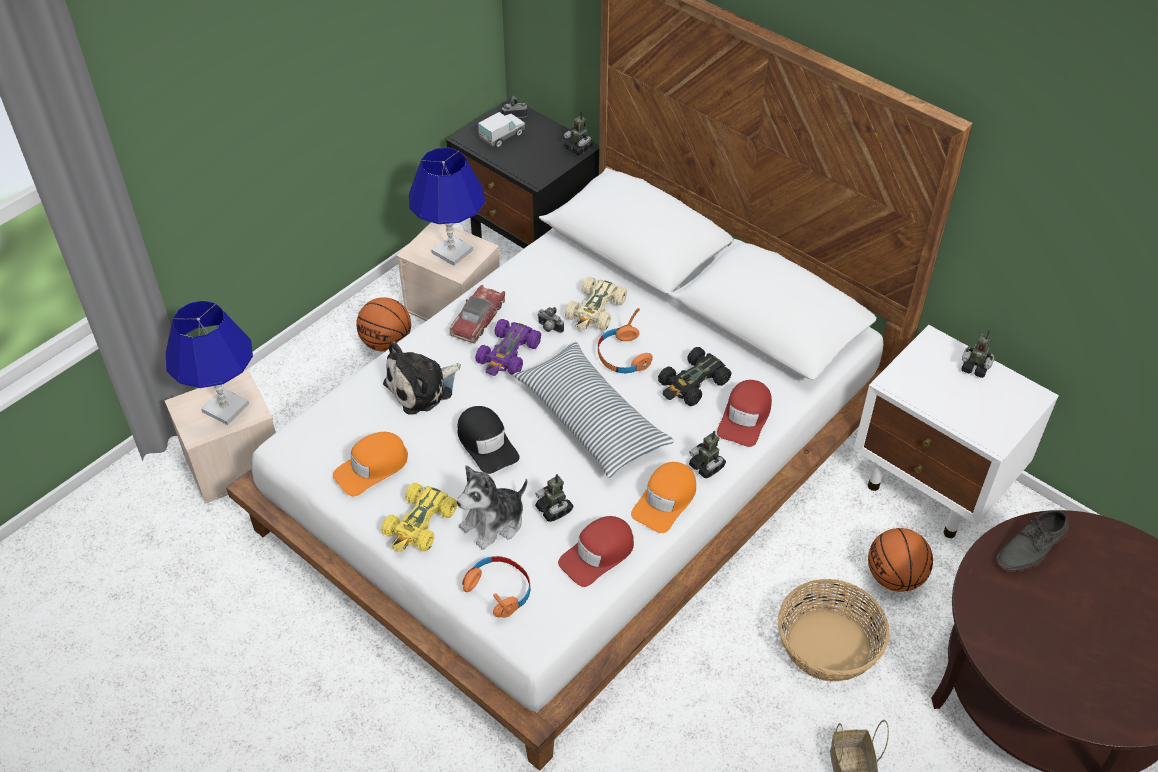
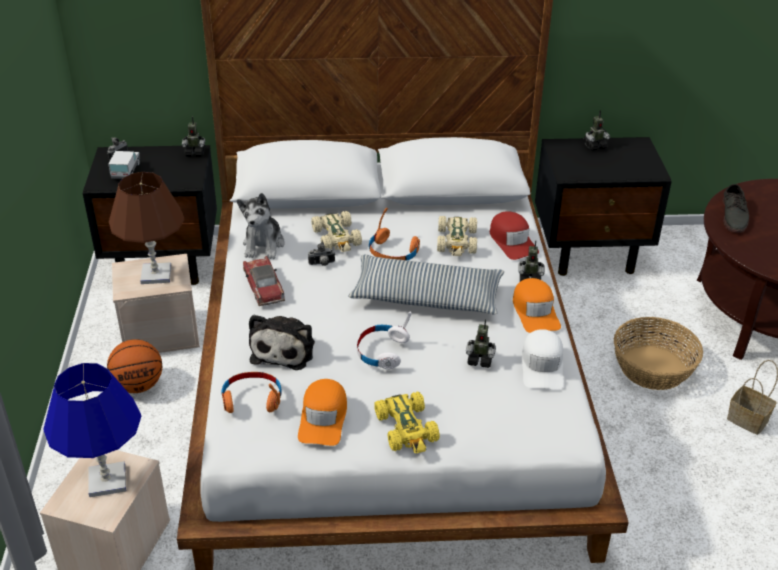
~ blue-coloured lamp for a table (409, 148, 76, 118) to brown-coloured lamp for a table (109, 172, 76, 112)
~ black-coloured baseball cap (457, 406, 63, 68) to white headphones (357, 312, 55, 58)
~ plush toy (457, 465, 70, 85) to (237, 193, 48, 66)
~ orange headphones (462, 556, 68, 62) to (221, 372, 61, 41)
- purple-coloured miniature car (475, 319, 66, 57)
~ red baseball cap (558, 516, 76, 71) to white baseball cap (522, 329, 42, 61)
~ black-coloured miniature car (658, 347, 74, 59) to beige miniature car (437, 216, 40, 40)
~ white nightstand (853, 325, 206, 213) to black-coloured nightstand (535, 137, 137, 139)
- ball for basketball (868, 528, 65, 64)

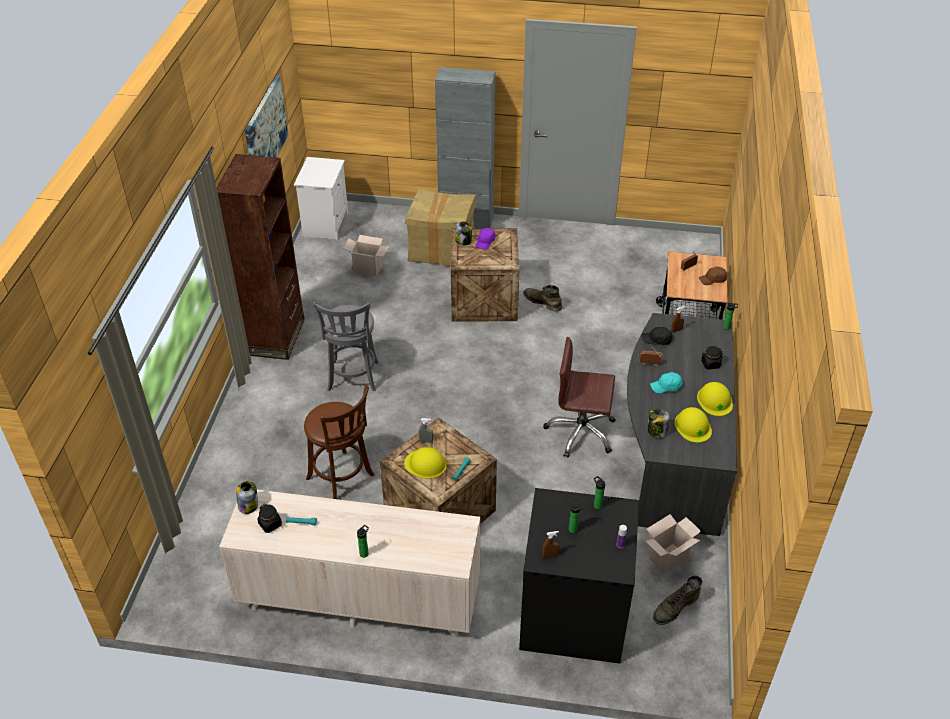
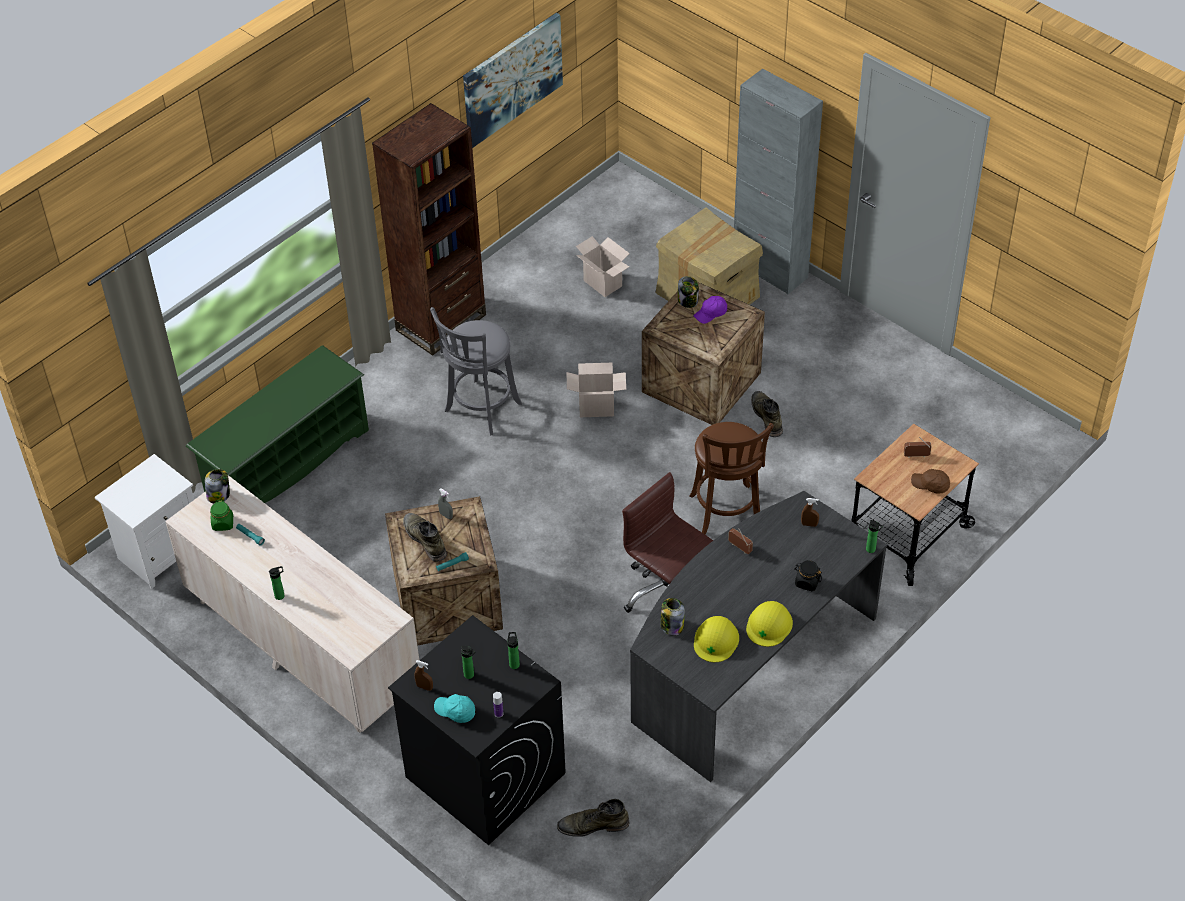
~ black-coloured storage jar (258, 504, 24, 29) to greenish storage jar (210, 500, 23, 31)
~ white nightstand (294, 157, 54, 83) to (95, 454, 99, 135)
~ brown-coloured sitting stool (304, 385, 70, 114) to (690, 422, 84, 112)
~ yellow work helmet (404, 447, 43, 32) to greenish boot (403, 513, 44, 49)
- black-coloured baseball cap (642, 327, 31, 18)
~ carton (646, 514, 55, 60) to (566, 363, 60, 54)
~ turquoise-coloured baseball cap (650, 372, 33, 21) to (434, 694, 41, 29)
+ greenish shoe stand (186, 345, 183, 158)

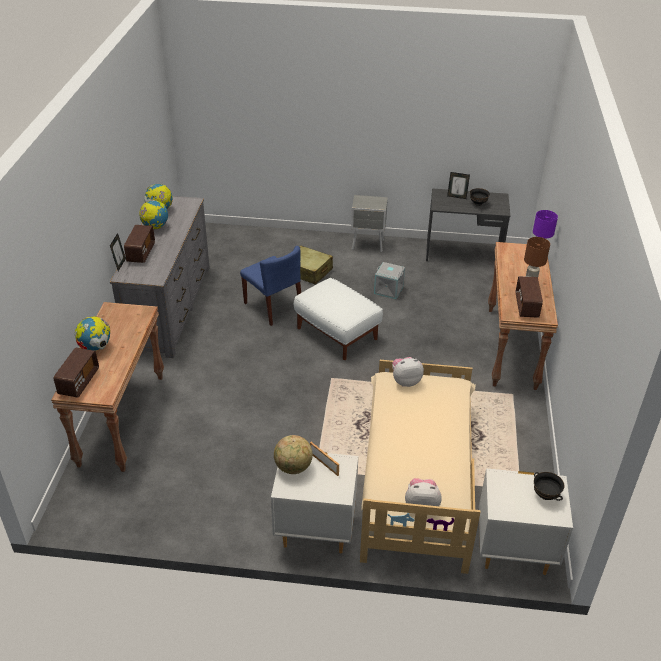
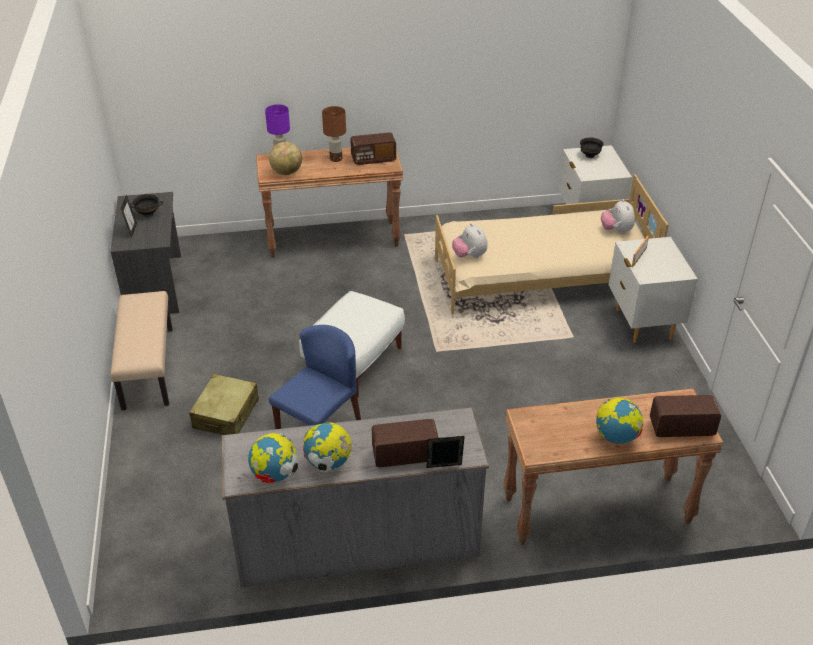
~ globe (274, 435, 39, 39) to (269, 142, 33, 33)
~ greyish nightstand (351, 195, 37, 57) to beige bench (110, 291, 62, 119)
- greyish storage bin (374, 262, 31, 37)

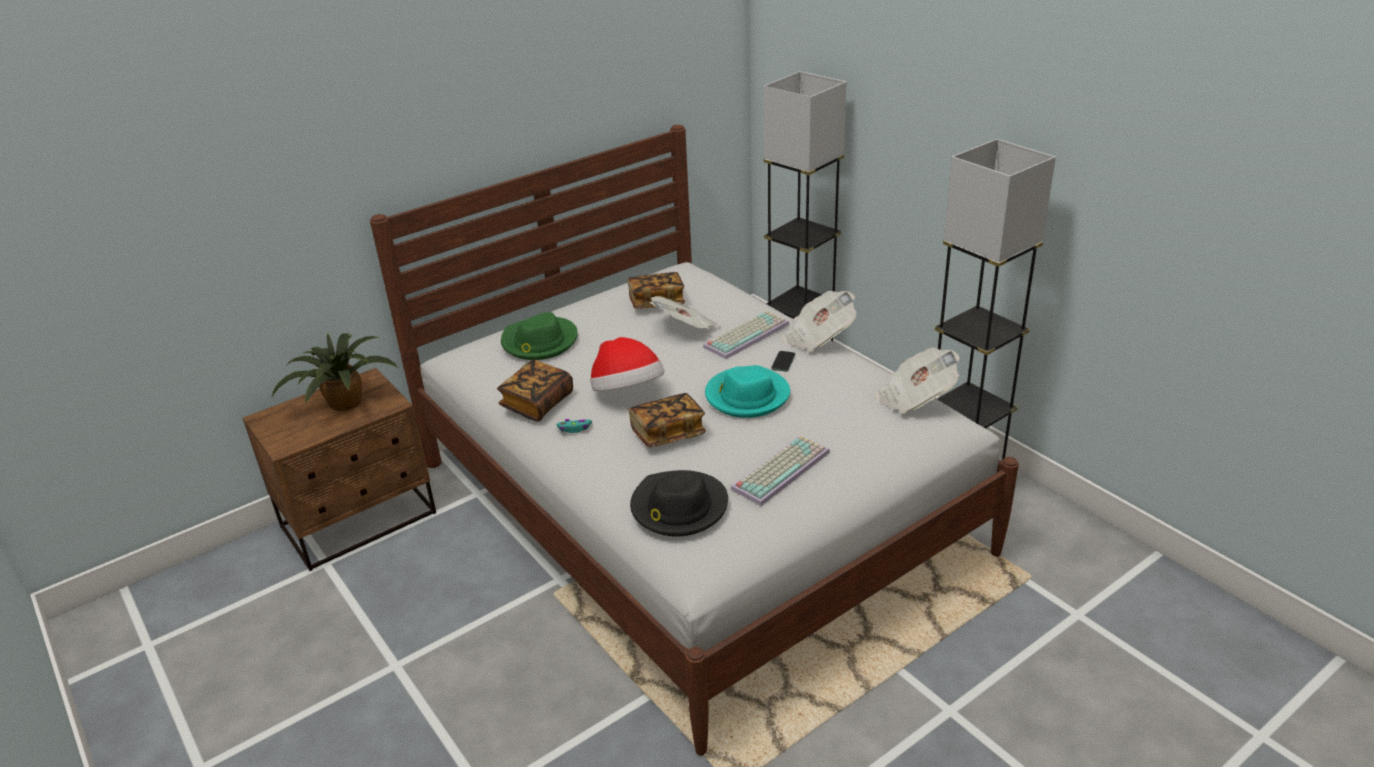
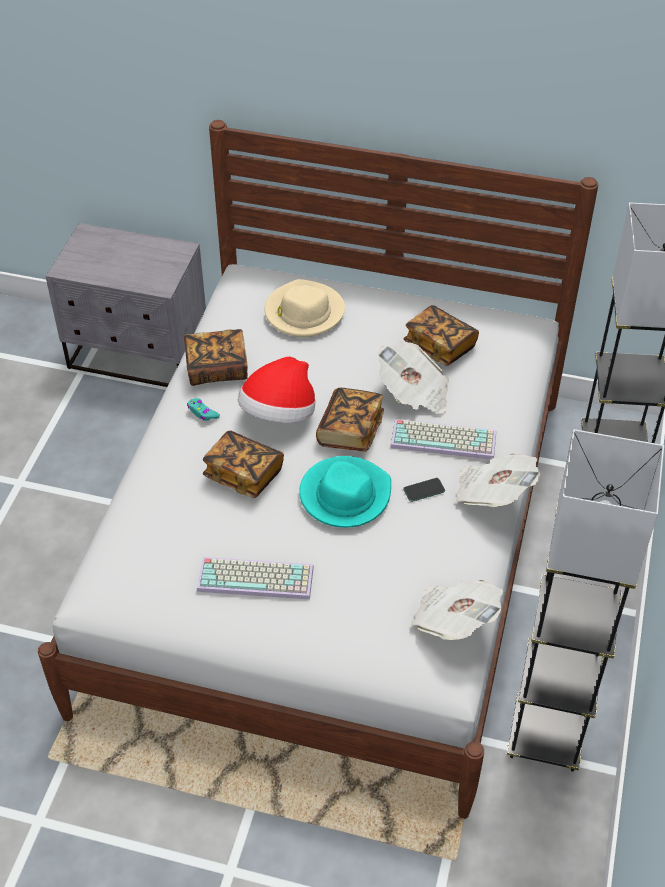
~ brown-coloured nightstand (243, 368, 193, 203) to greyish nightstand (45, 223, 161, 164)
- plant in a pot (271, 333, 127, 78)
~ greenish clothing hat (501, 312, 77, 48) to beige clothing hat (264, 279, 81, 58)
- black-coloured clothing hat (630, 470, 98, 66)
+ book (316, 388, 68, 64)

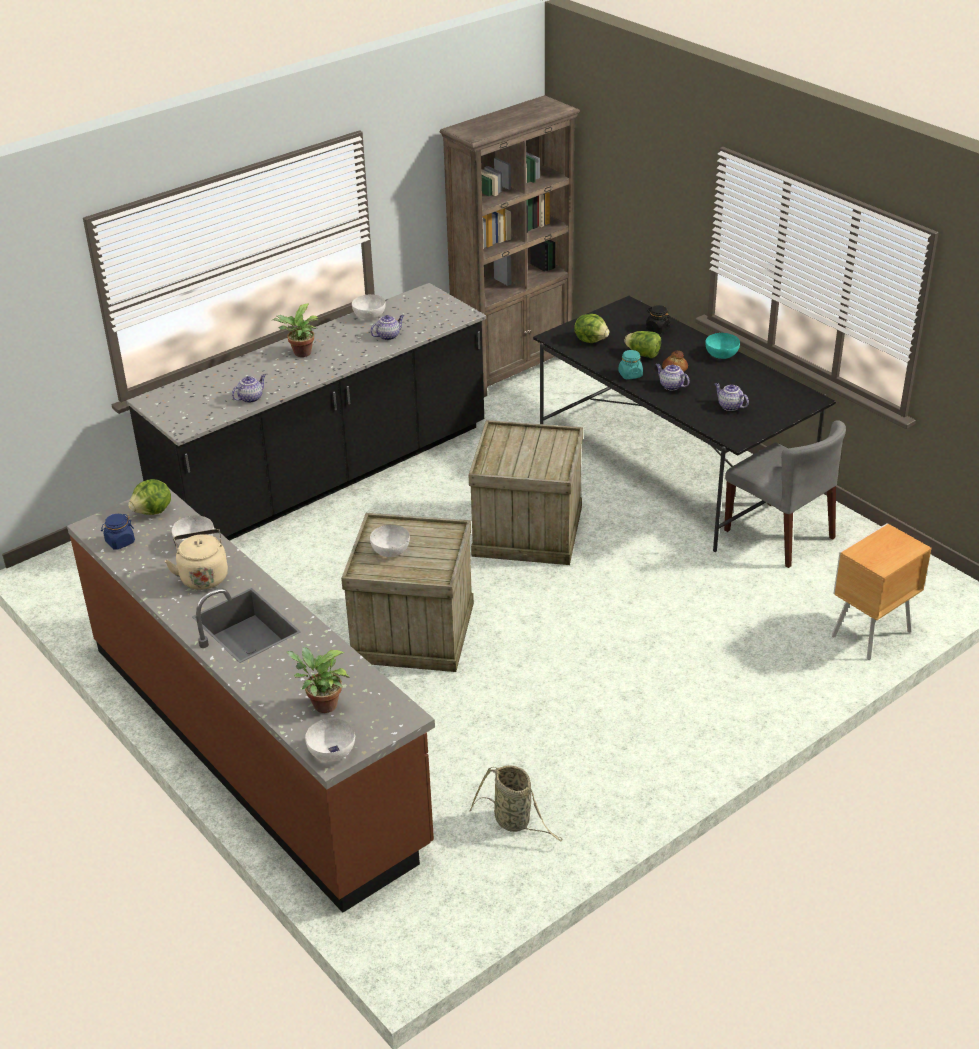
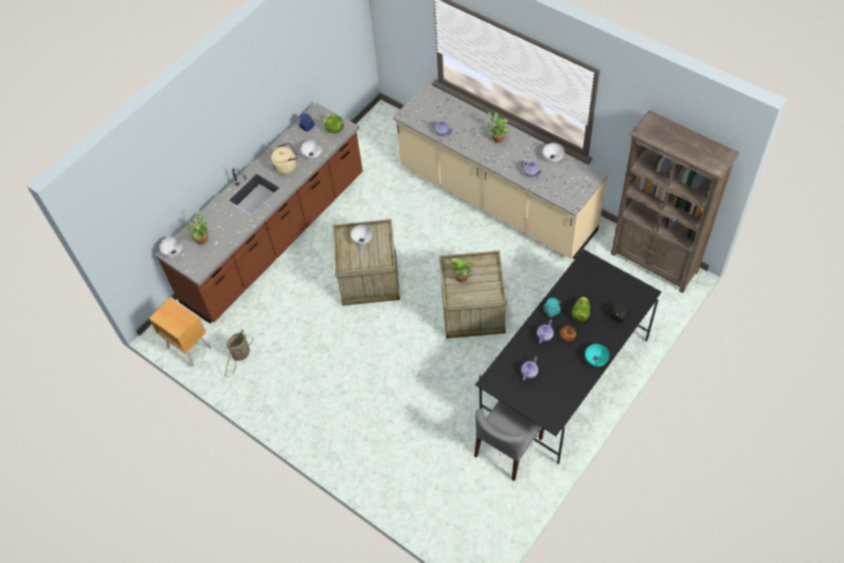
~ black-coloured kitchen counter (127, 283, 359, 258) to beige kitchen counter (393, 83, 215, 176)
- head of lettuce (574, 314, 35, 29)
~ brown-coloured nightstand (832, 523, 100, 137) to (149, 297, 62, 69)
+ plant in a pot (450, 257, 25, 26)

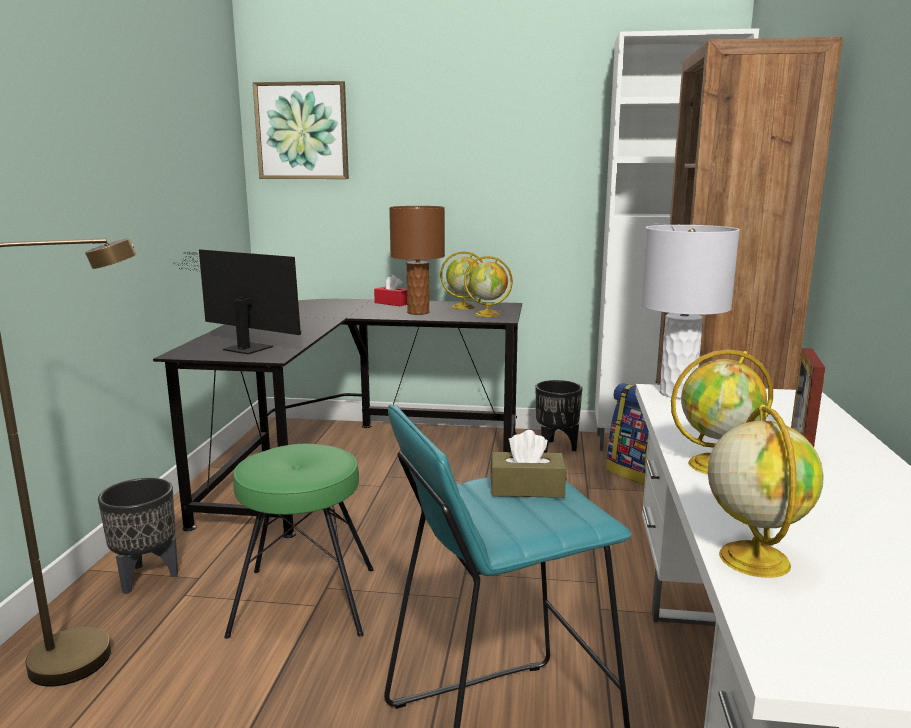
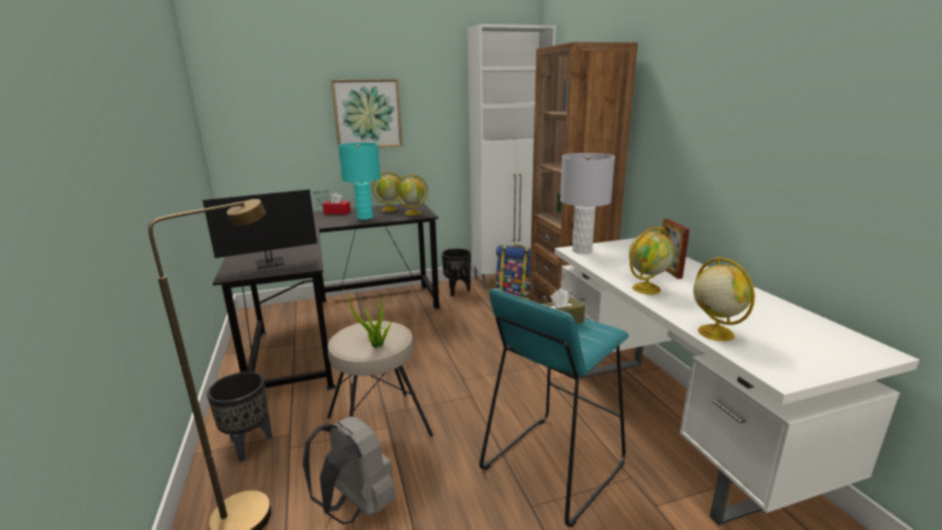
~ computer screen (173, 249, 128, 105) = (203, 189, 139, 80) 150 degrees clockwise
~ greenish sitting stool (224, 444, 150, 195) to beige sitting stool (327, 321, 106, 116)
~ wall art (253, 81, 96, 98) to (331, 79, 72, 71)
~ brown-coloured lamp for a table (389, 206, 56, 109) to turquoise-coloured lamp for a table (338, 142, 43, 78)
+ greyish backpack (303, 417, 93, 107)
+ plant in a pot (348, 294, 43, 54)

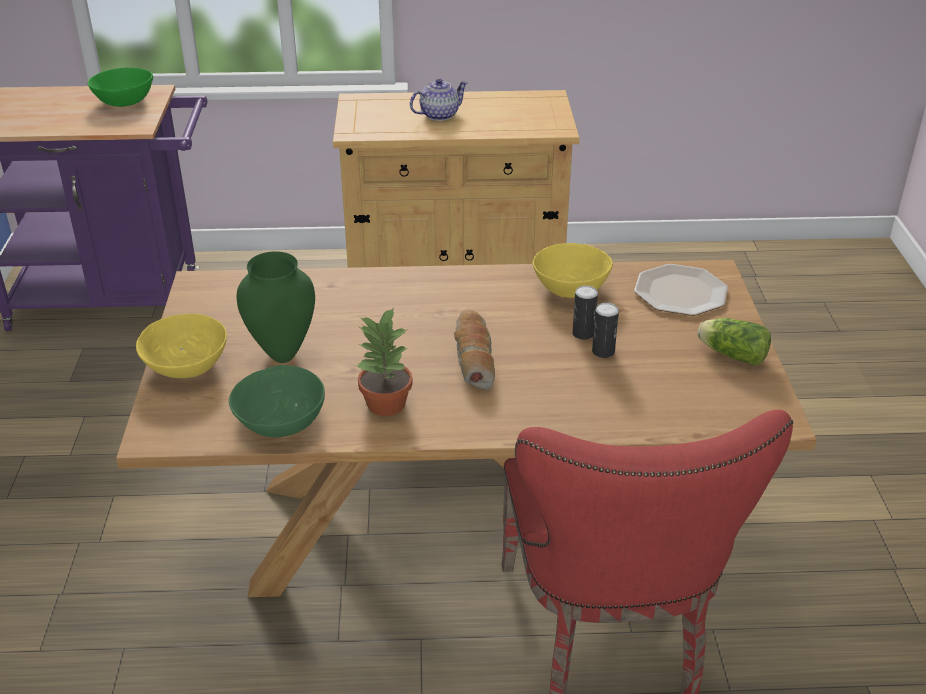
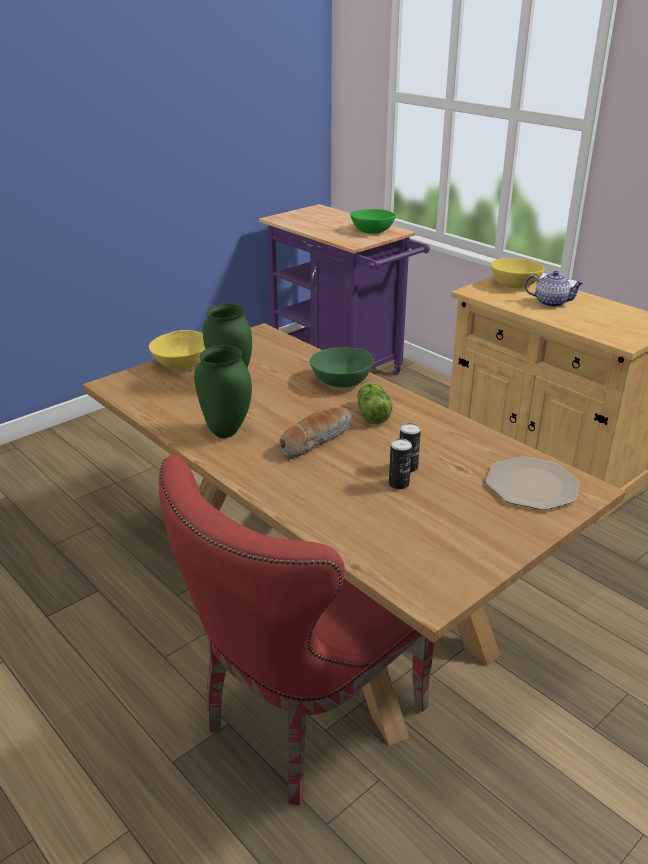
~ greenish bowl (229, 365, 96, 73) to (310, 347, 63, 40)
~ plant in a pot (355, 307, 58, 109) to greenish decorative vase (194, 345, 58, 93)
~ yellow bowl (533, 243, 80, 55) to (491, 258, 53, 30)
~ head of lettuce (697, 318, 74, 47) to (357, 383, 35, 41)

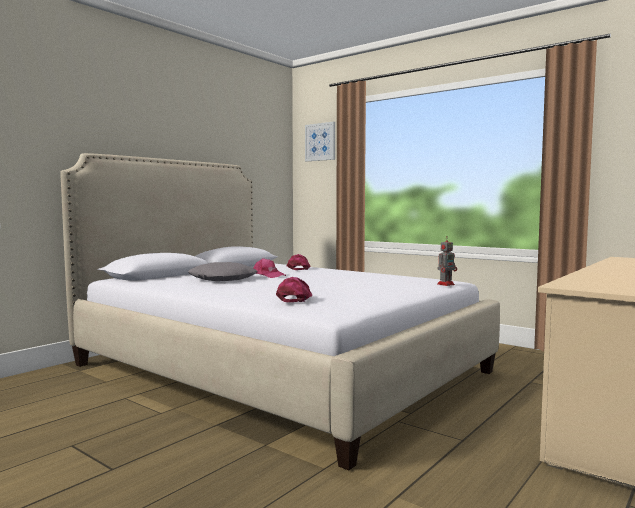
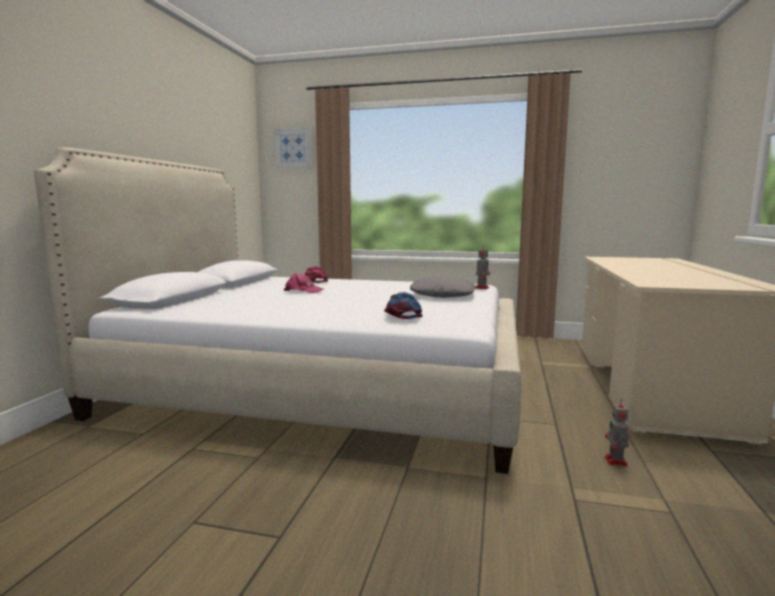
~ greyish throw pillow (188, 262, 70, 19) to (410, 276, 66, 22)
~ pinkish baseball cap (276, 277, 37, 25) to blue-coloured baseball cap (384, 292, 39, 27)
+ model robot (604, 399, 25, 67)

